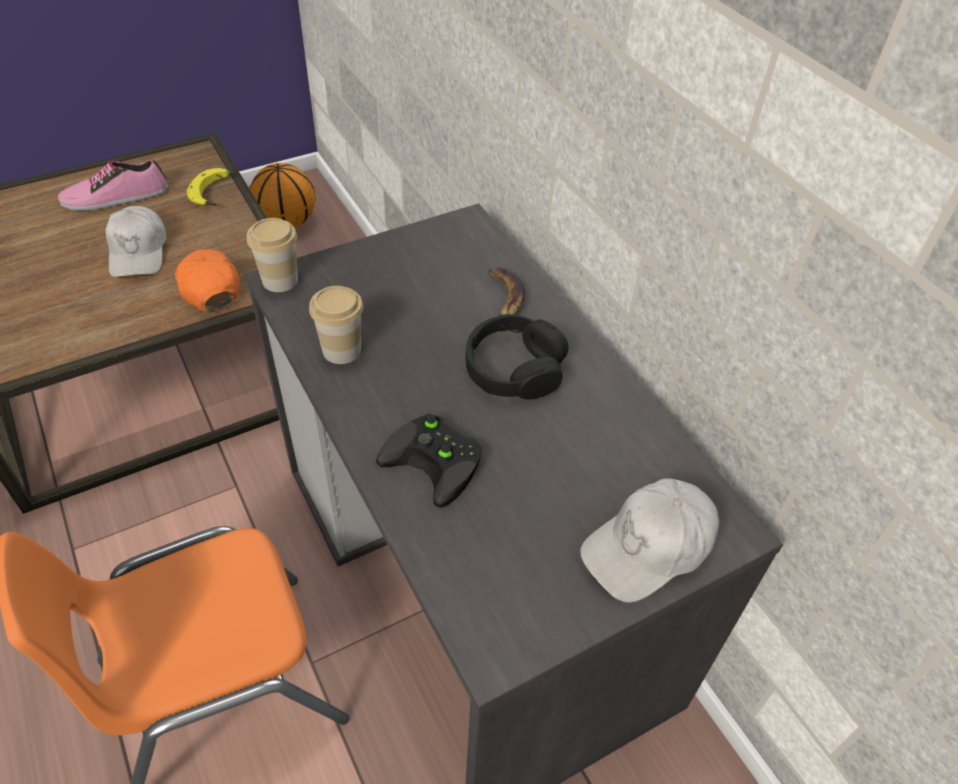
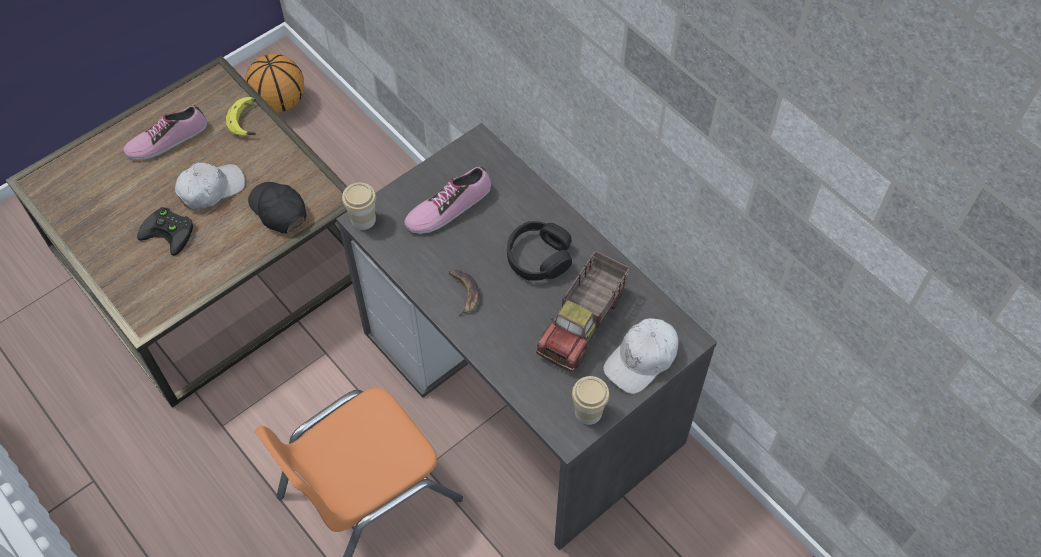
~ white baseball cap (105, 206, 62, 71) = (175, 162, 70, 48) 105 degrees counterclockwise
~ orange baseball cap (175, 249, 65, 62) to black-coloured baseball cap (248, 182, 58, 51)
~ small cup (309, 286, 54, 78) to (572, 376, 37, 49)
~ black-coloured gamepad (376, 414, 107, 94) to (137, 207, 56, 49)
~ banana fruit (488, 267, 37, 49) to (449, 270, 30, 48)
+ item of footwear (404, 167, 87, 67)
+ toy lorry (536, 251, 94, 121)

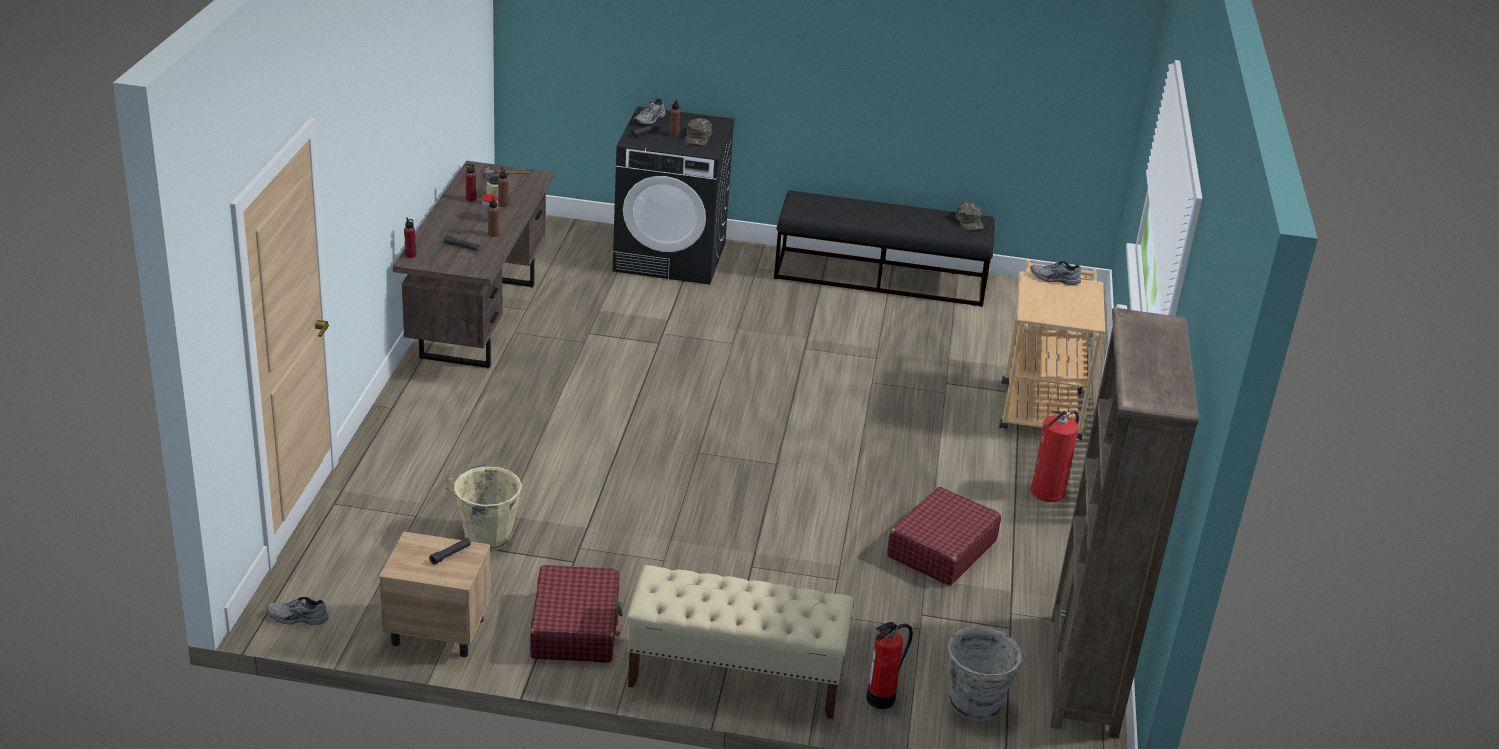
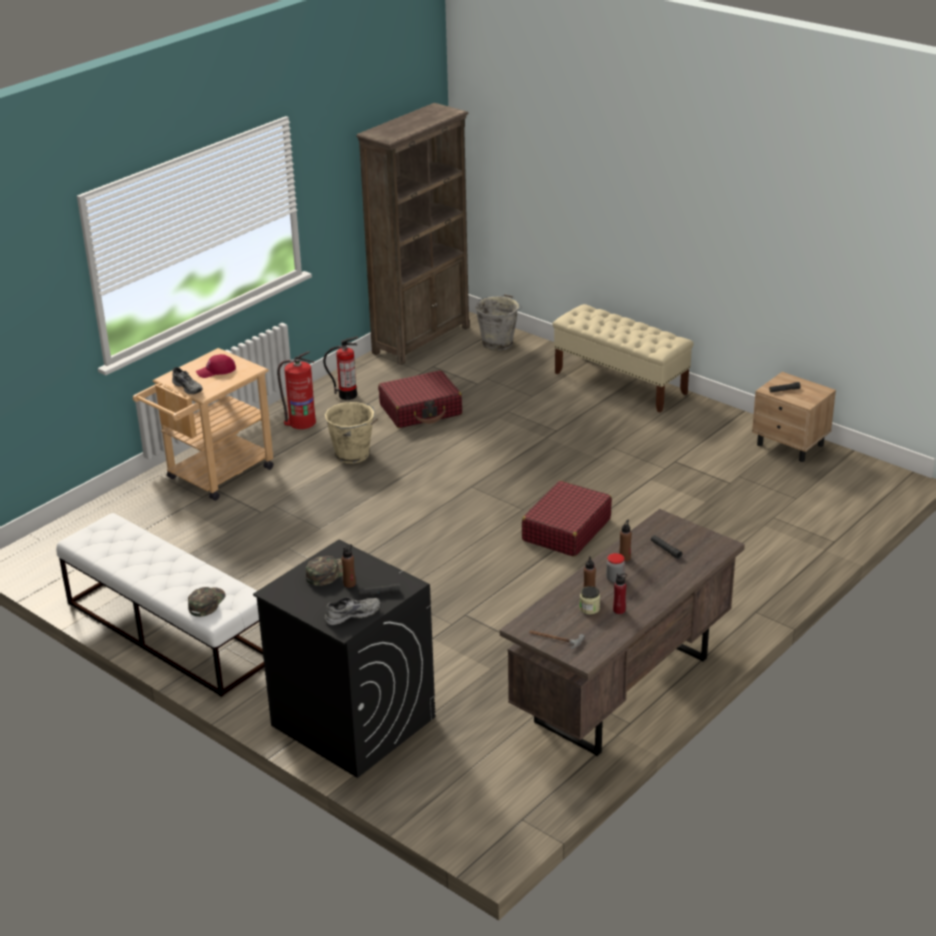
- greyish item of footwear (266, 597, 63, 28)
- red bottle (404, 217, 12, 41)
~ beige bucket (445, 464, 77, 87) to (325, 402, 53, 62)
~ red piece of luggage (530, 565, 93, 98) to (522, 481, 90, 76)
~ black-coloured bench (774, 190, 221, 117) to white bench (56, 513, 208, 184)
~ fire-fighting cylinder (867, 622, 46, 87) to (323, 336, 35, 64)
~ greenish baseball cap (956, 202, 28, 28) to (188, 587, 37, 30)
+ red baseball cap (196, 354, 40, 24)

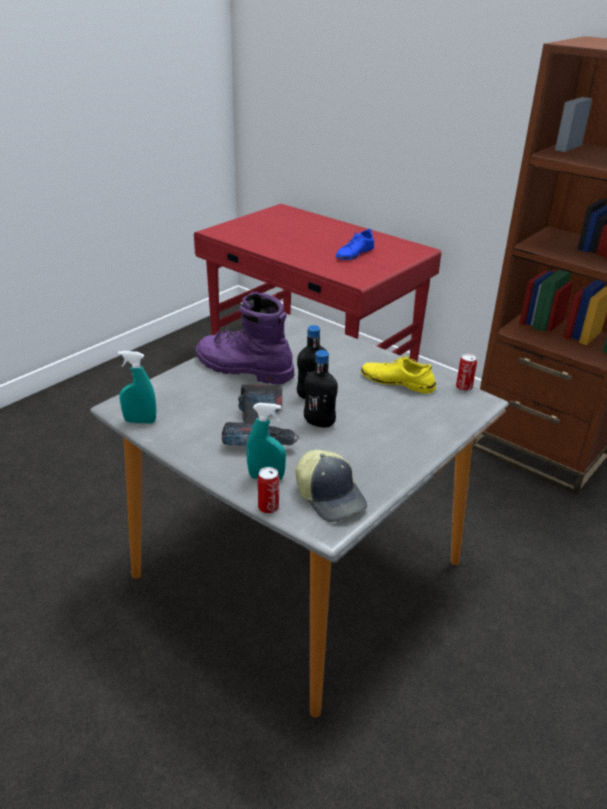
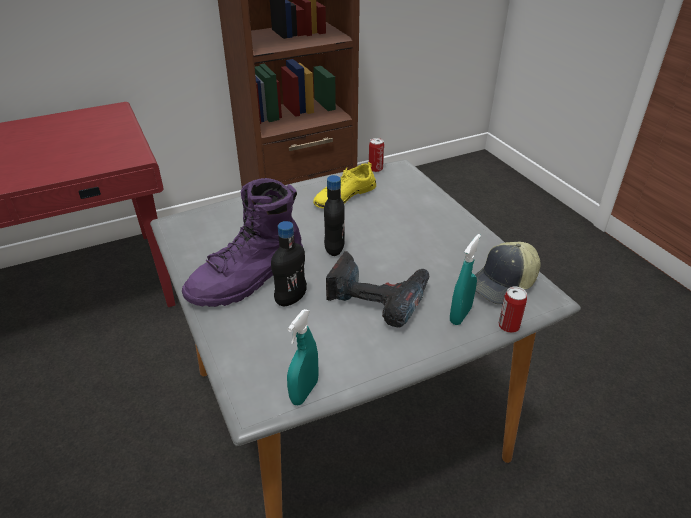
~ baseball cap (295, 450, 72, 72) = (475, 242, 66, 62) 150 degrees clockwise
~ black-coloured bottle (304, 350, 34, 77) to (271, 221, 36, 85)
- blue-coloured item of footwear (336, 229, 38, 31)

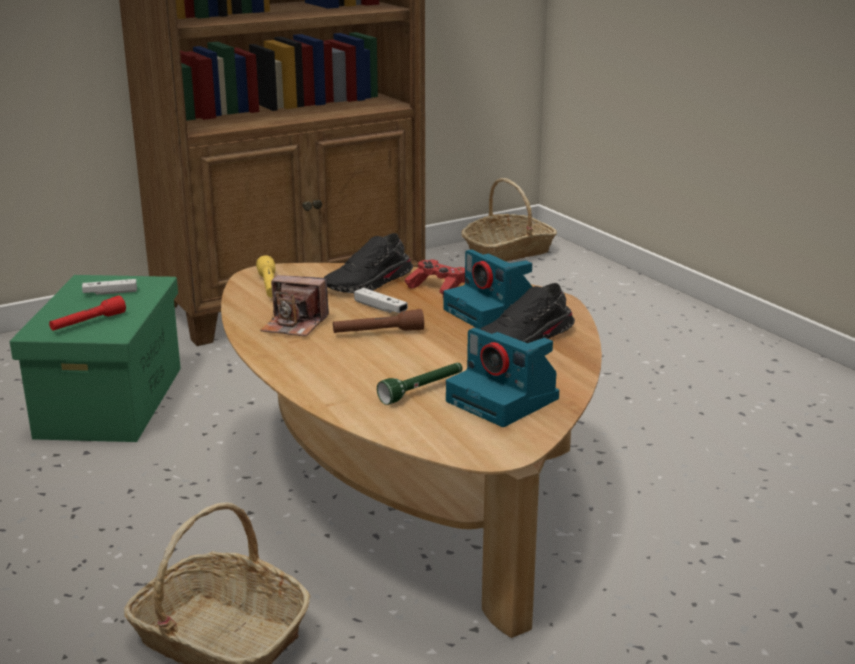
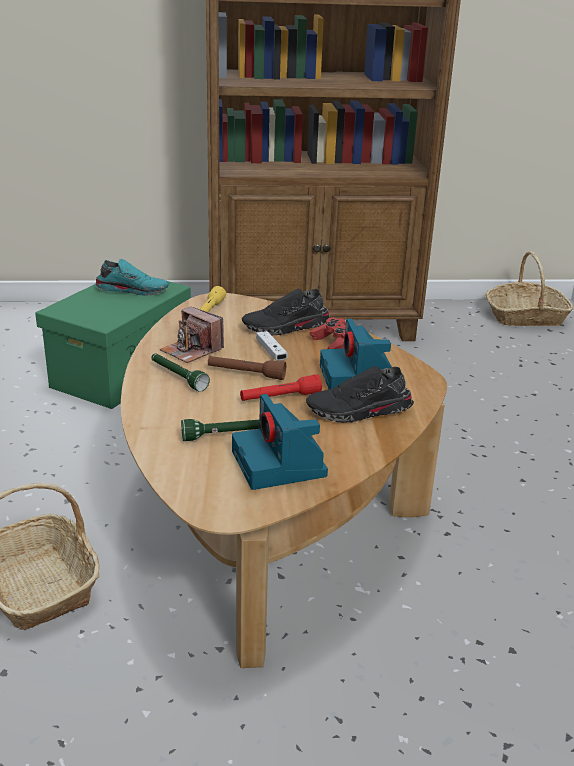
~ red hand torch (49, 295, 77, 36) to (240, 374, 82, 27)
~ white gamepad (82, 279, 55, 16) to turquoise-coloured item of footwear (95, 258, 74, 38)
+ greenish hand torch (151, 353, 59, 39)

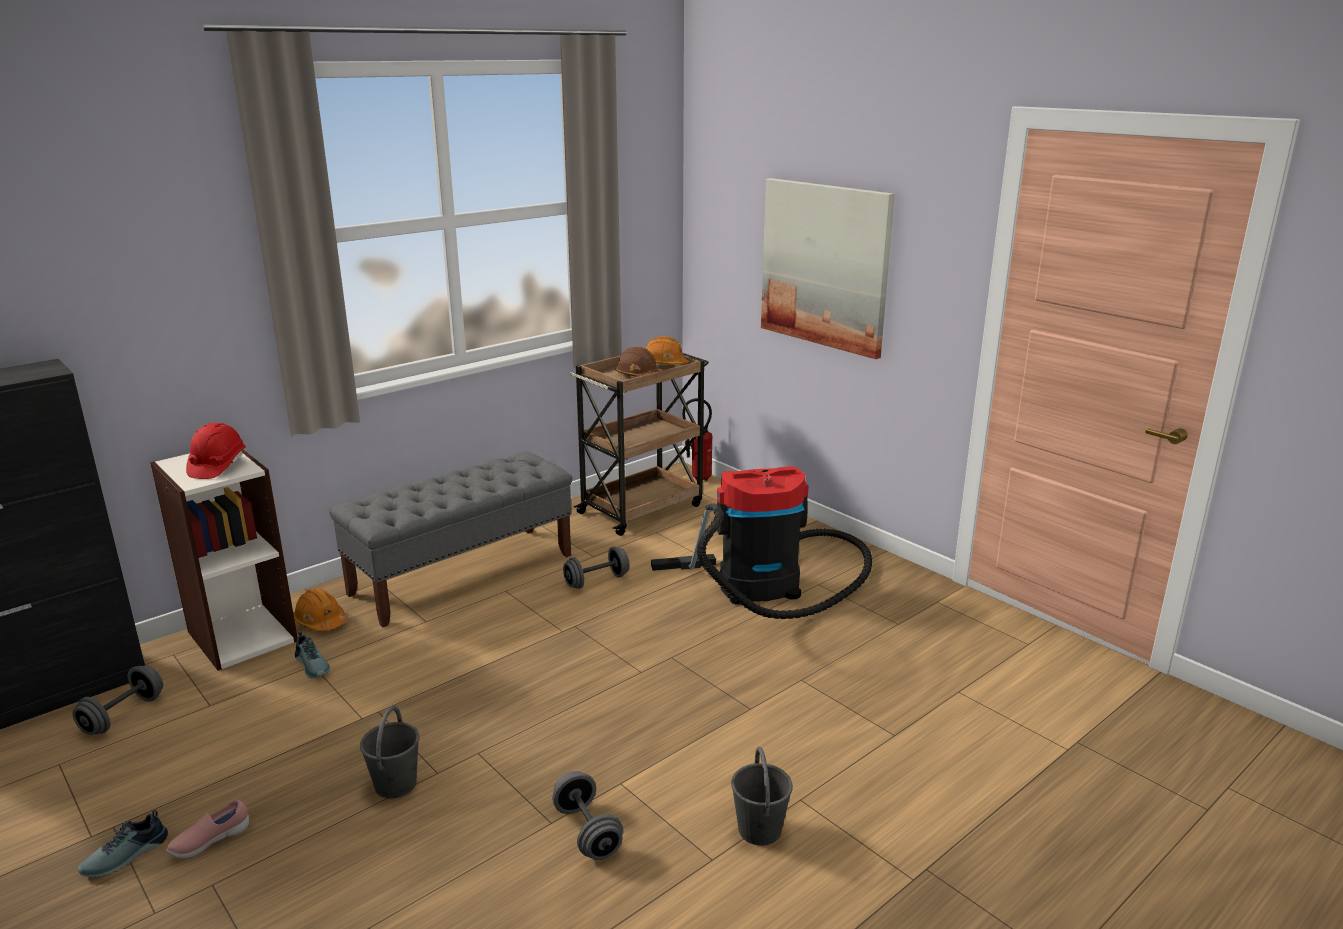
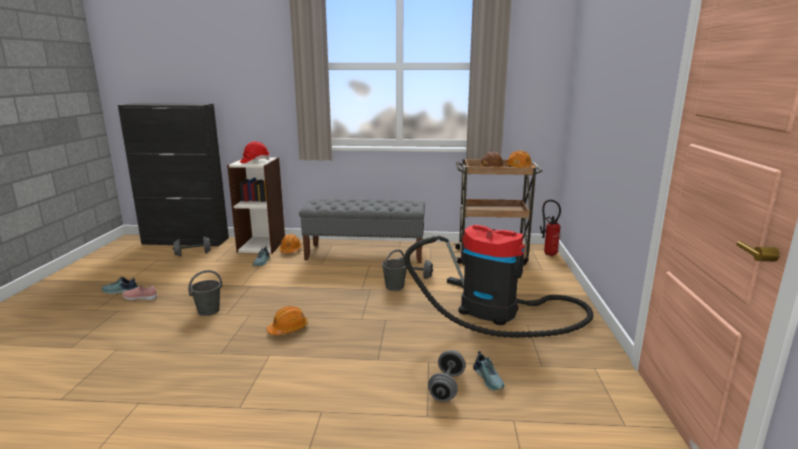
~ greyish free weight (552, 771, 71, 89) to (428, 350, 38, 52)
~ greyish bucket (731, 747, 62, 98) to (382, 249, 25, 42)
- wall art (761, 178, 134, 181)
+ orange work helmet (267, 306, 41, 29)
+ item of footwear (473, 351, 32, 40)

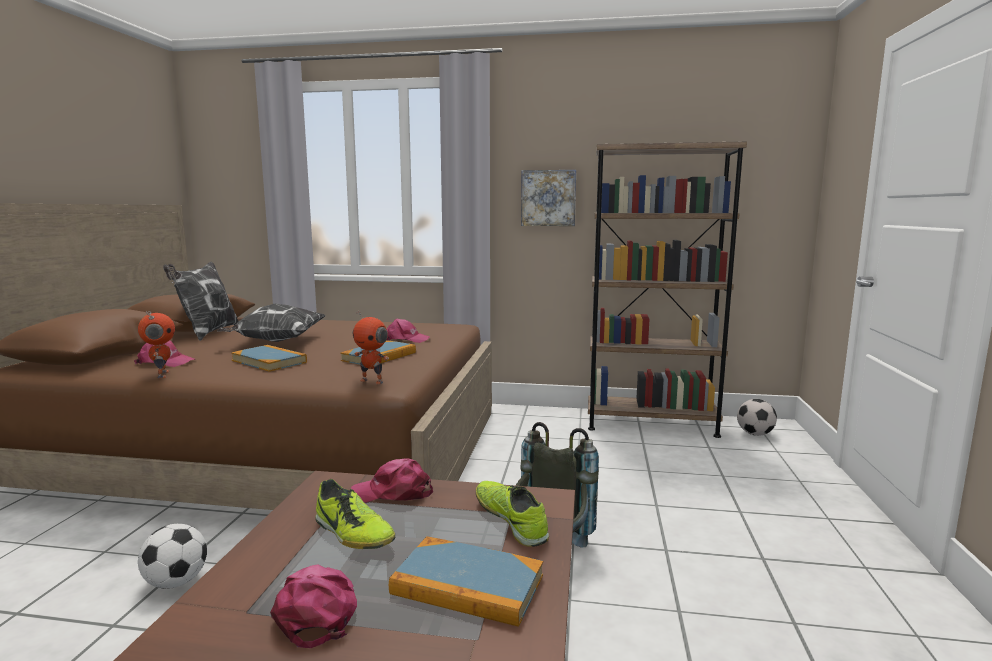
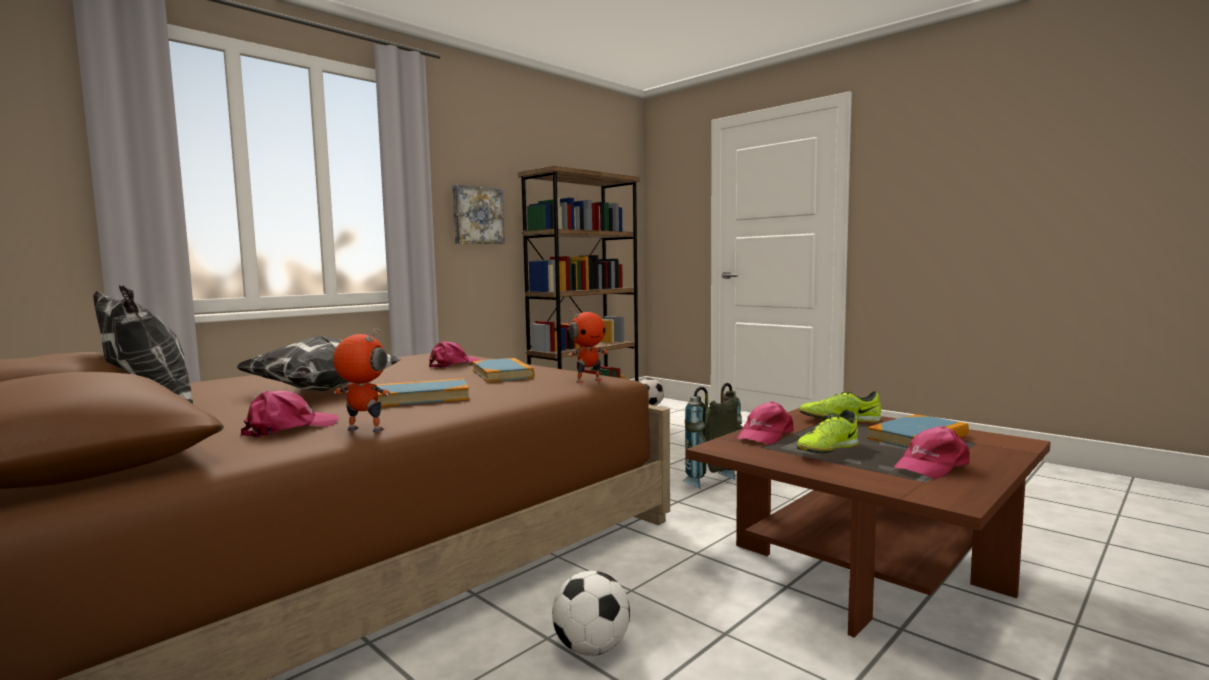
~ pinkish baseball cap (270, 564, 87, 84) = (894, 426, 76, 53) 60 degrees counterclockwise
~ item of footwear (315, 479, 80, 70) = (796, 409, 63, 44) 150 degrees clockwise

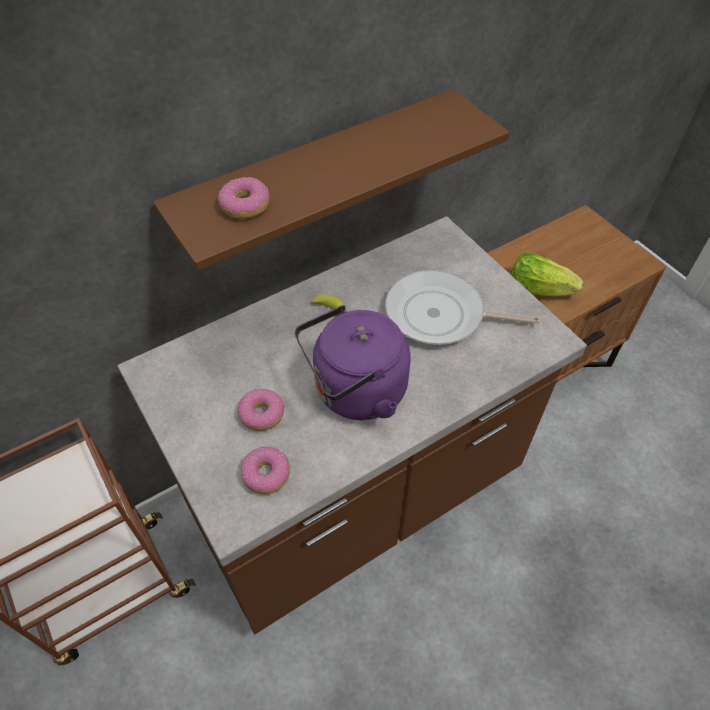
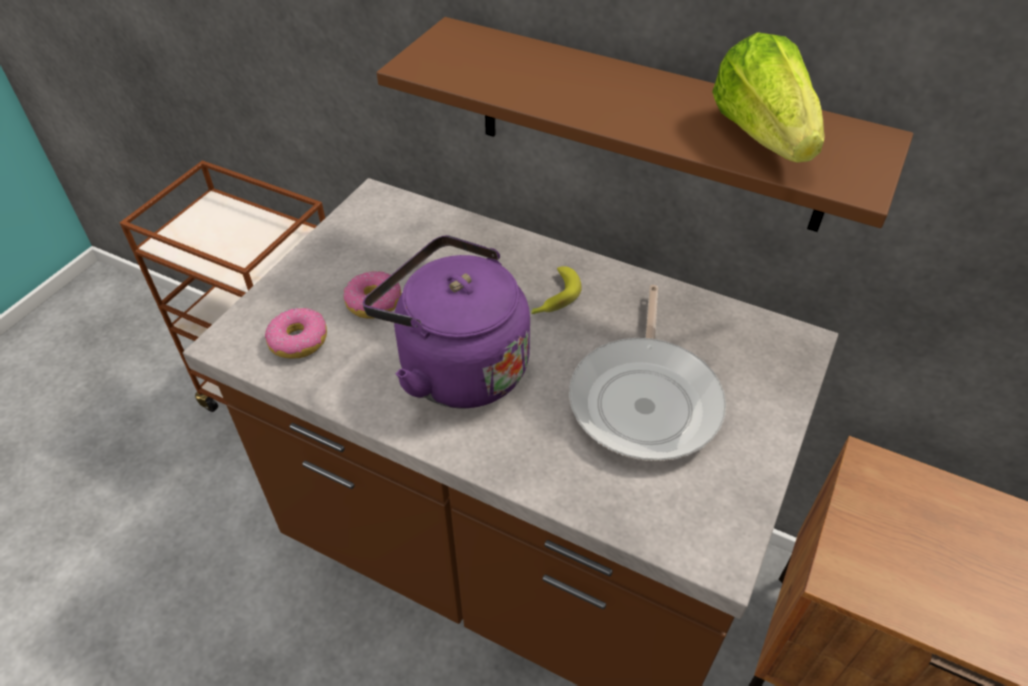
- donut (218, 177, 52, 42)
~ skillet (385, 270, 155, 75) = (569, 285, 157, 176) 150 degrees counterclockwise
~ head of lettuce (511, 252, 72, 44) to (712, 32, 113, 131)

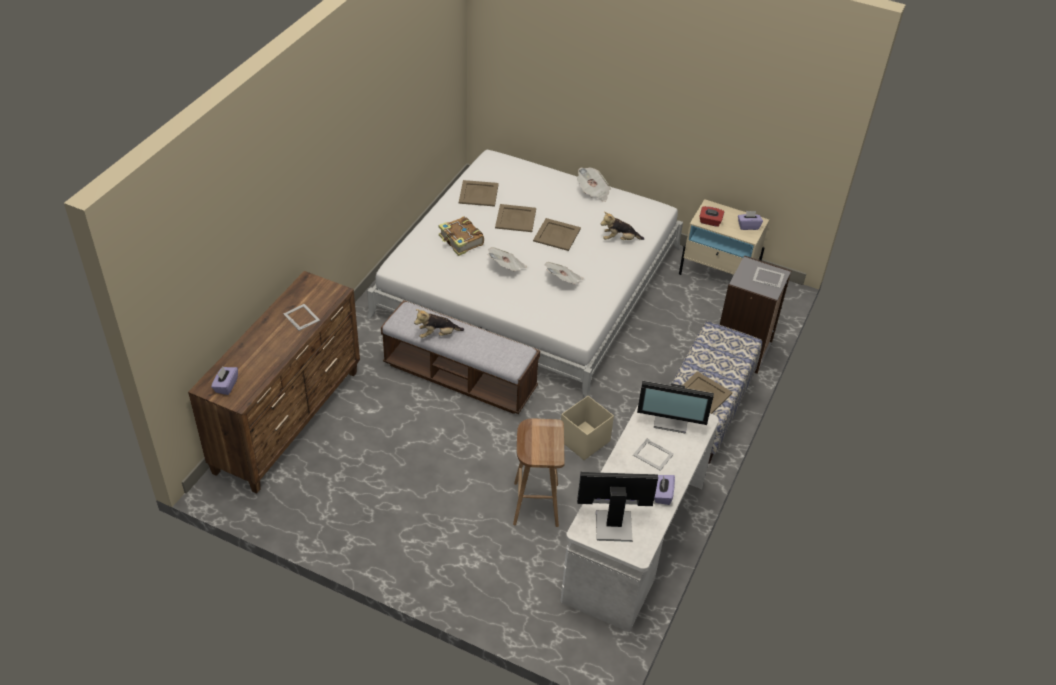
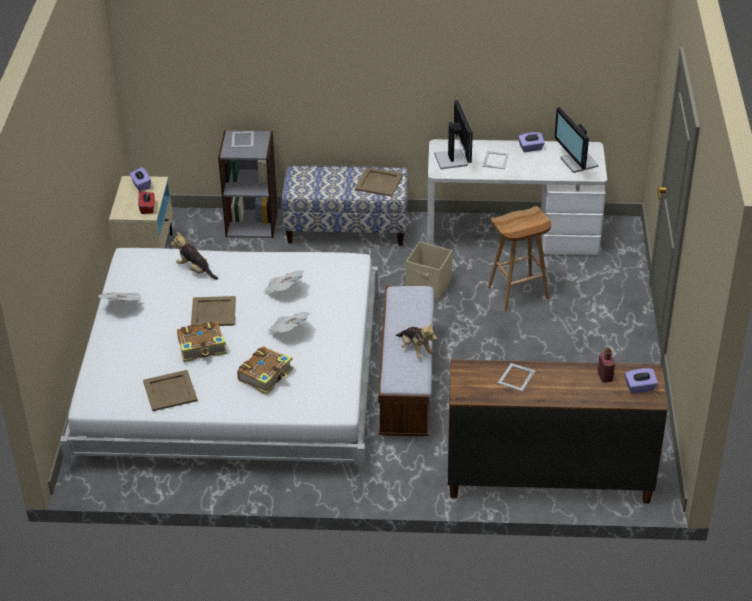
~ beige carrying tray (495, 204, 41, 28) to book (177, 321, 50, 41)
~ plush toy (600, 211, 44, 29) = (171, 232, 47, 48) 150 degrees clockwise
+ red bottle (598, 347, 17, 36)

